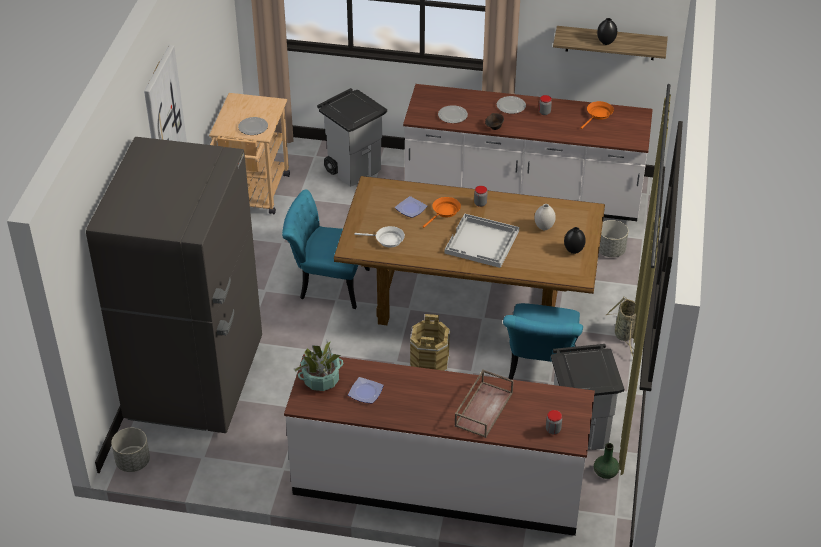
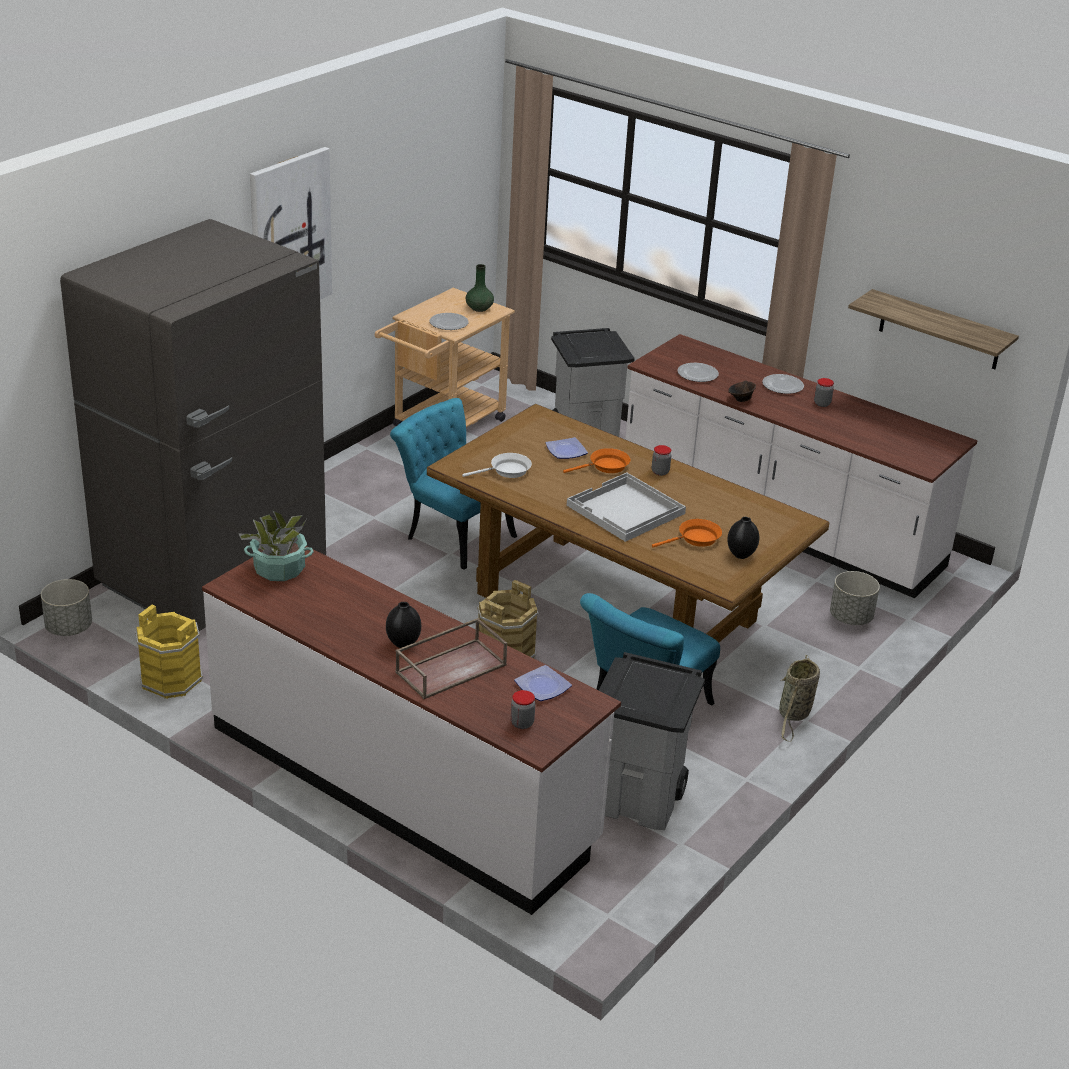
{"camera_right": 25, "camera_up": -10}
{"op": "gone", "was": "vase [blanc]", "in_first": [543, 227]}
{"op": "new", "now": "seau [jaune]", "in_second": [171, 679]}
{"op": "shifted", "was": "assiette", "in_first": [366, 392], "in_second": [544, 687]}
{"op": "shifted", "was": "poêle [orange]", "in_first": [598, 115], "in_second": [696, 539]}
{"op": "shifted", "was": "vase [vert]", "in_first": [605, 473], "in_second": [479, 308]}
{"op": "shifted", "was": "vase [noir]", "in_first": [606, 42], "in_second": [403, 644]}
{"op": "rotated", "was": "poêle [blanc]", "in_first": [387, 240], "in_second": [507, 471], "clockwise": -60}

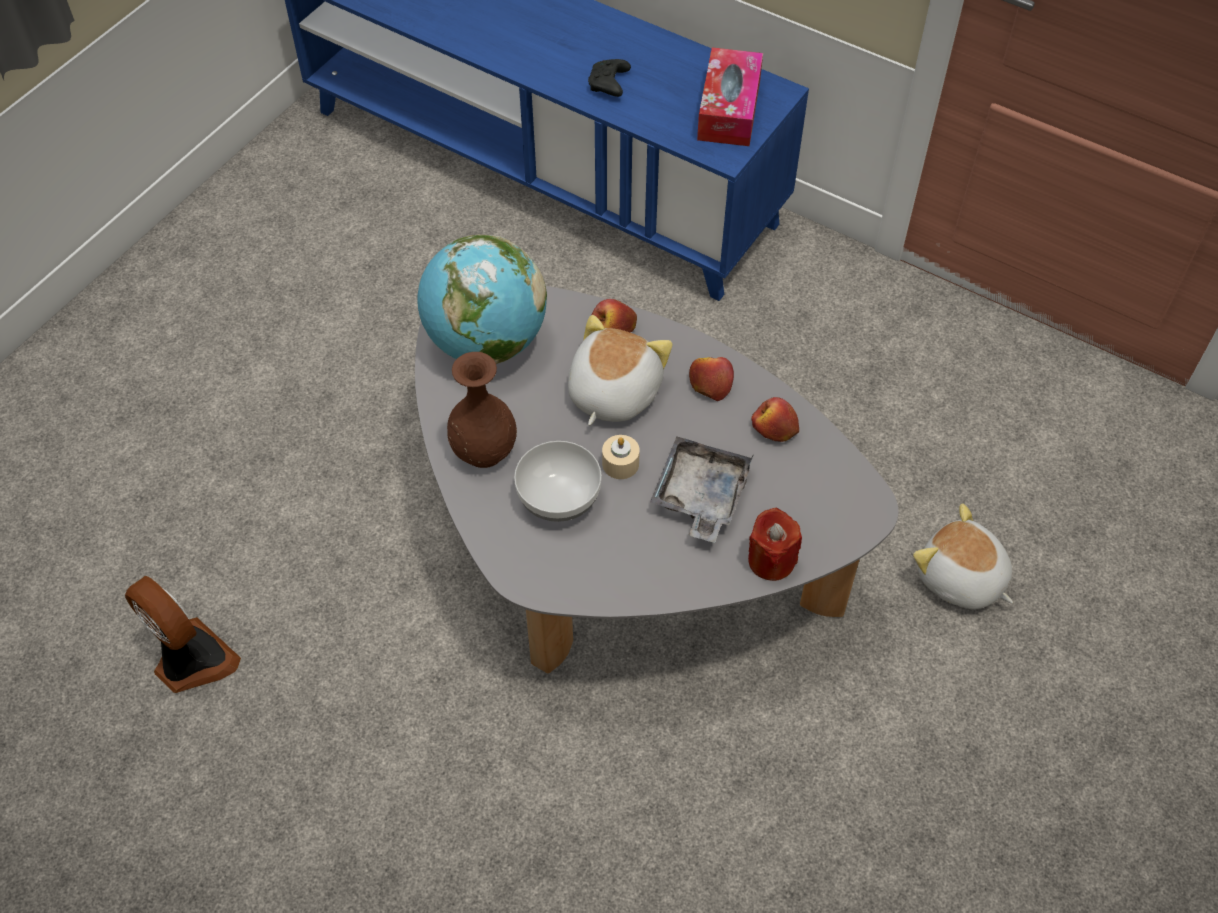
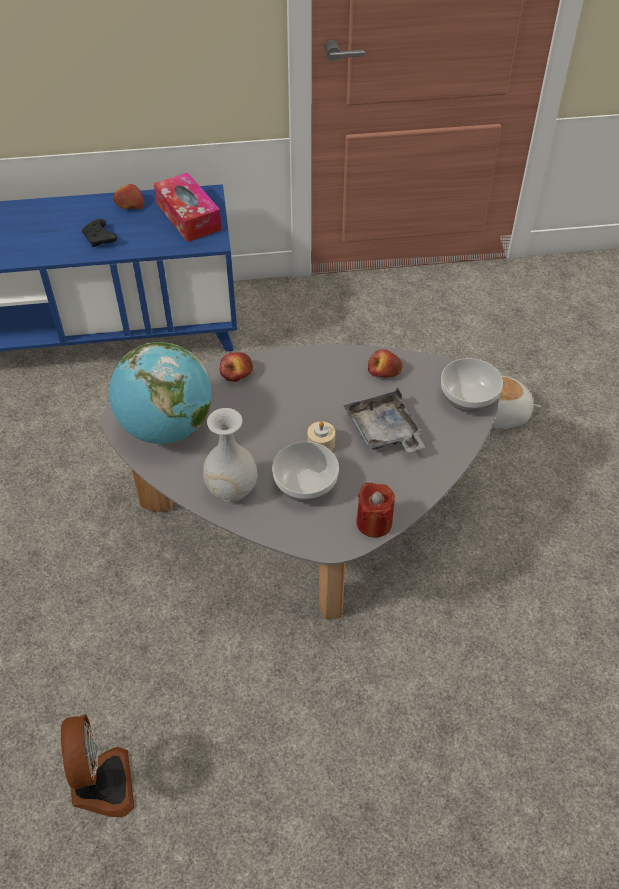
{"camera_right": -40, "camera_up": -5}
{"op": "gone", "was": "peluche", "in_first": [612, 392]}
{"op": "new", "now": "bol", "in_second": [468, 399]}
{"op": "shifted", "was": "pomme", "in_first": [710, 382], "in_second": [129, 204]}
{"op": "shifted", "was": "bougie [rouge]", "in_first": [771, 560], "in_second": [374, 522]}
{"op": "repainted", "was": "vase [marron]", "now": "vase [blanc]", "in_first": [484, 450], "in_second": [231, 488]}
{"op": "rotated", "was": "ventilateur", "in_first": [191, 661], "in_second": [101, 785], "clockwise": 75}

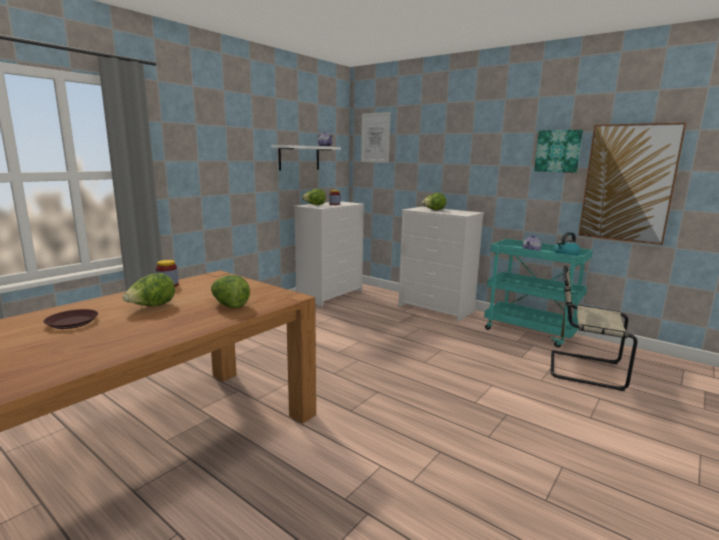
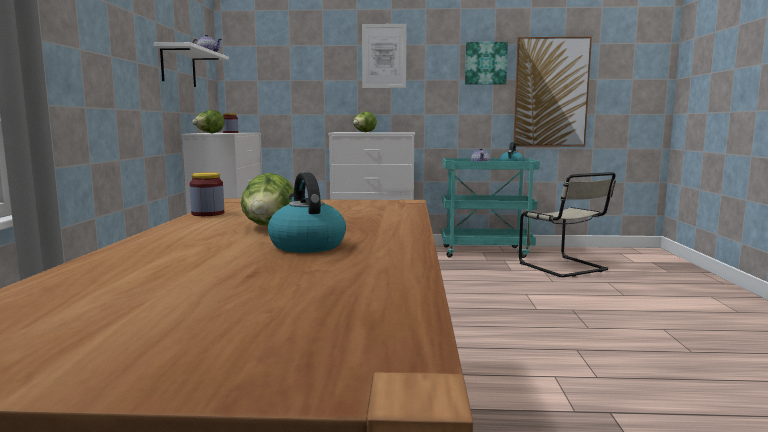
{"camera_right": -35, "camera_up": -5}
{"op": "gone", "was": "assiette [marron]", "in_first": [73, 322]}
{"op": "gone", "was": "laitue", "in_first": [230, 306]}
{"op": "new", "now": "bouilloire", "in_second": [306, 245]}
{"op": "shifted", "was": "tableau", "in_first": [375, 137], "in_second": [384, 56]}
{"op": "rotated", "was": "chaise [beige]", "in_first": [582, 369], "in_second": [565, 267], "clockwise": -105}

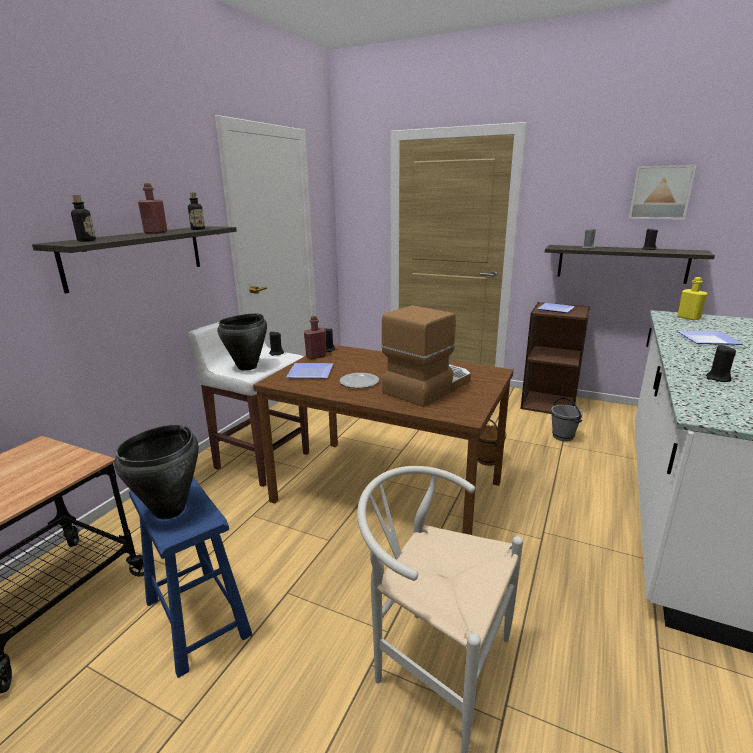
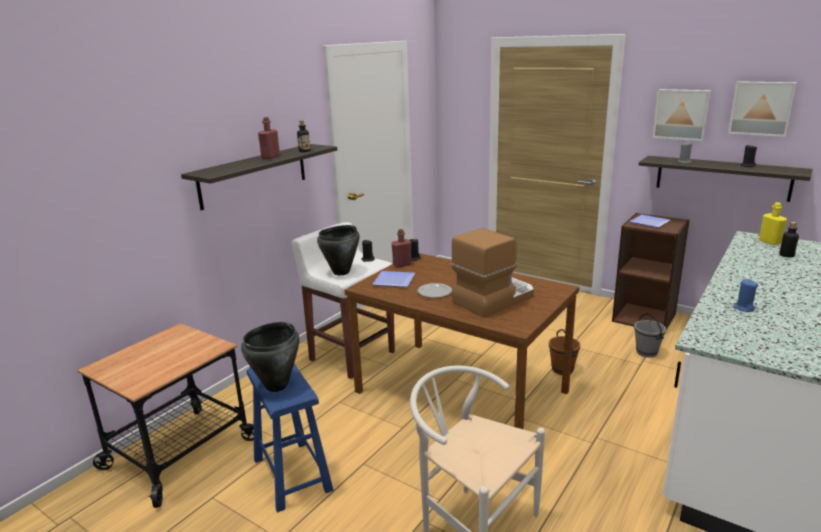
{"camera_right": 10, "camera_up": 0}
{"op": "gone", "was": "assiette", "in_first": [710, 340]}
{"op": "new", "now": "tableau", "in_second": [681, 114]}
{"op": "shifted", "was": "bouteille", "in_first": [86, 240], "in_second": [786, 255]}
{"op": "repainted", "was": "bougie [noir]", "now": "bougie [bleu]", "in_first": [718, 378], "in_second": [743, 308]}

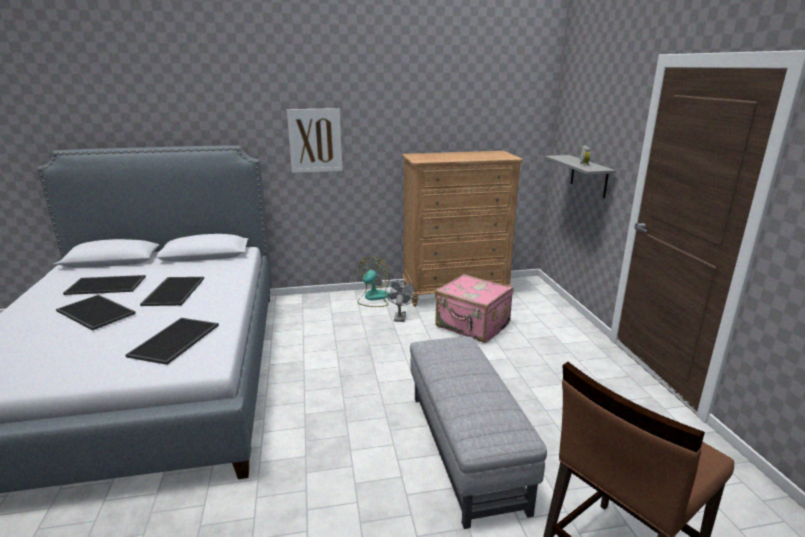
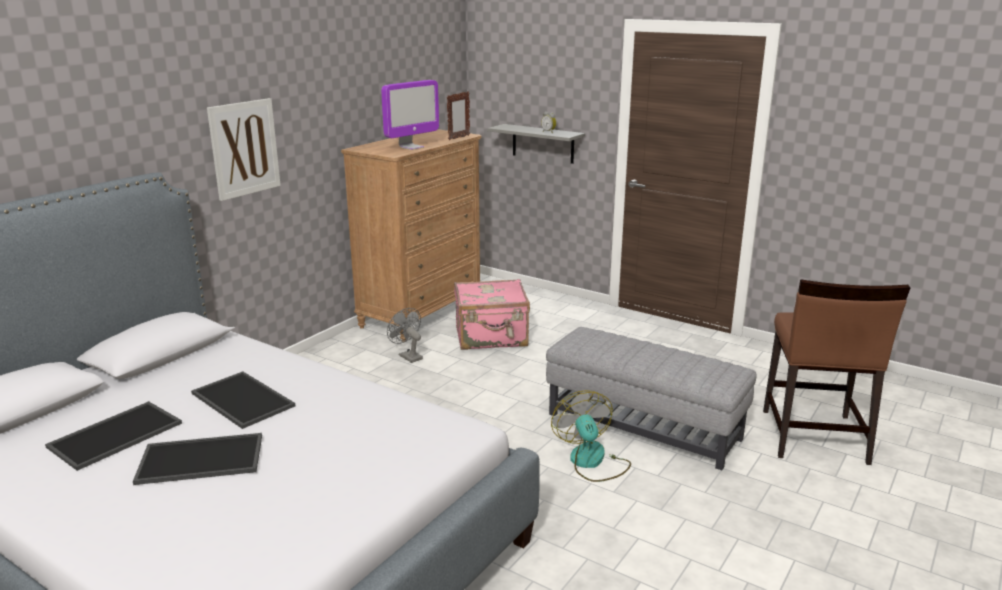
{"camera_right": -45, "camera_up": 0}
{"op": "gone", "was": "plateau", "in_first": [175, 341]}
{"op": "new", "now": "écran d'ordinateur", "in_second": [411, 147]}
{"op": "new", "now": "cadre photo", "in_second": [458, 138]}
{"op": "shifted", "was": "ventilateur", "in_first": [373, 298], "in_second": [592, 462]}

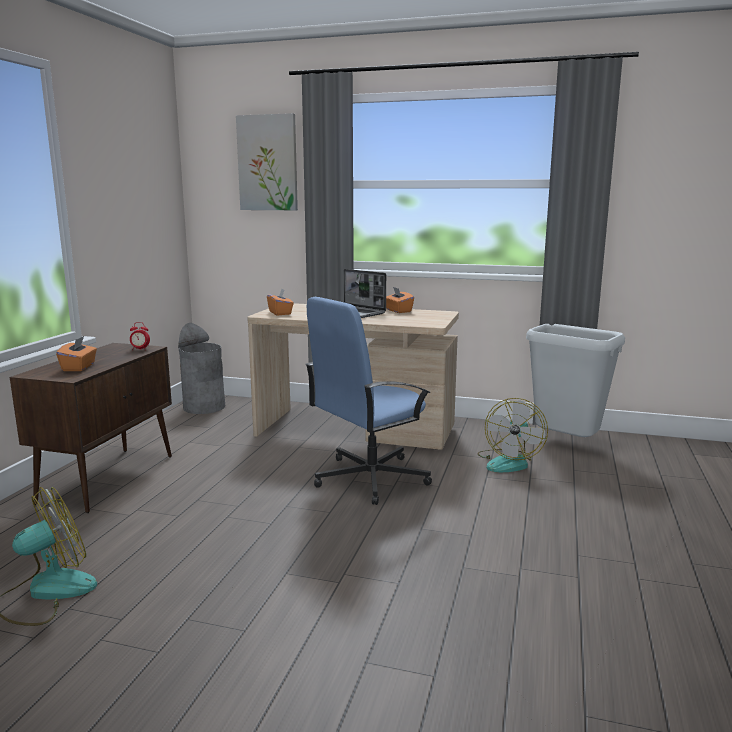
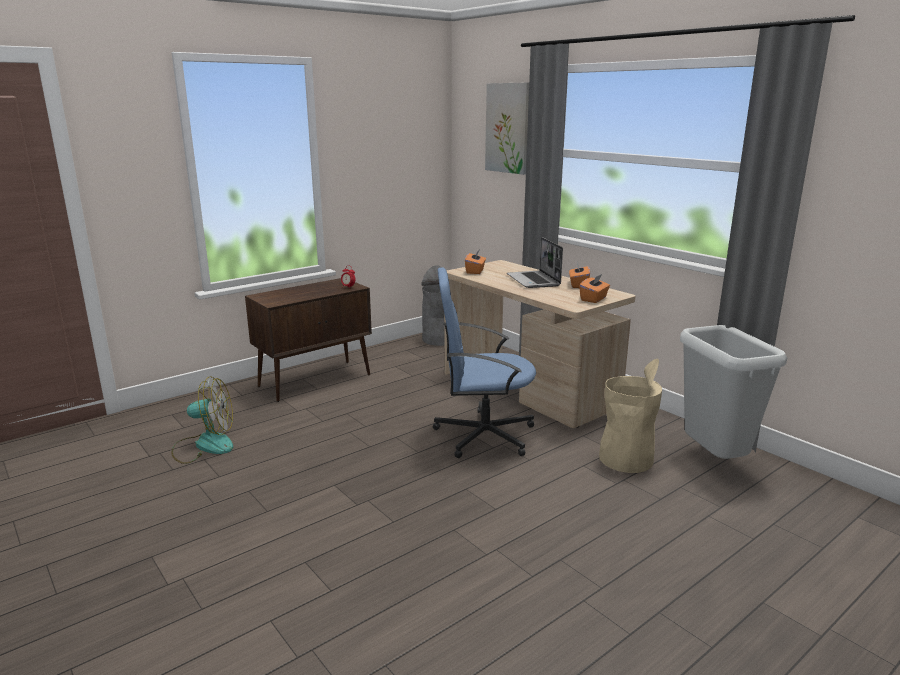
{"camera_right": 35, "camera_up": 5}
{"op": "shifted", "was": "boîte à mouchoirs [orange]", "in_first": [79, 367], "in_second": [594, 299]}
{"op": "swapped", "was": "ventilateur", "now": "poubelle [beige]", "in_first": [509, 462], "in_second": [626, 459]}

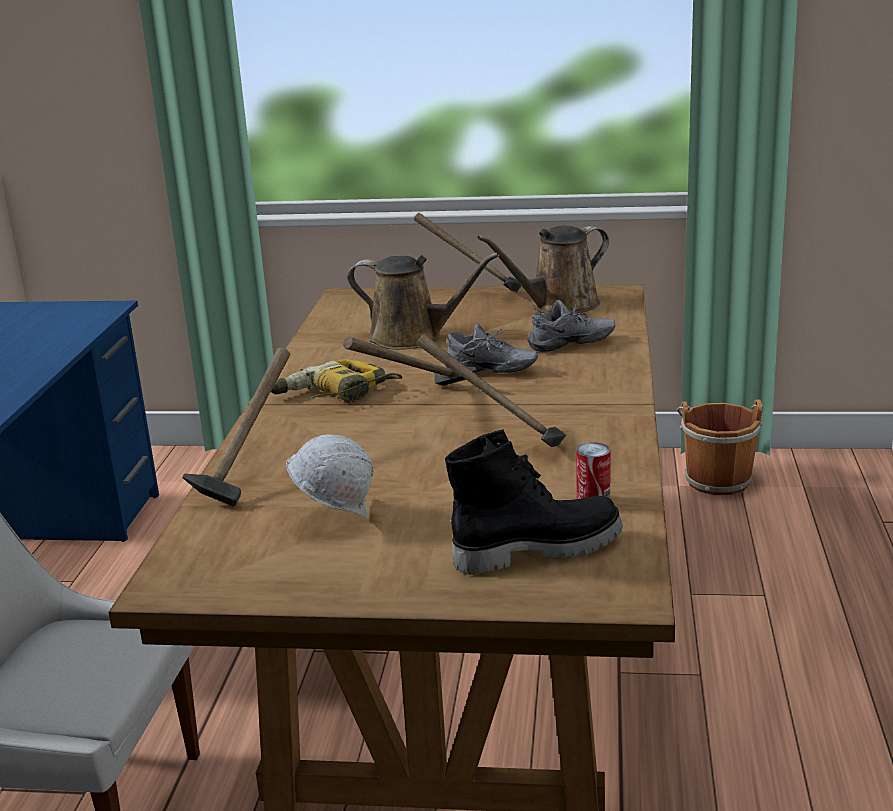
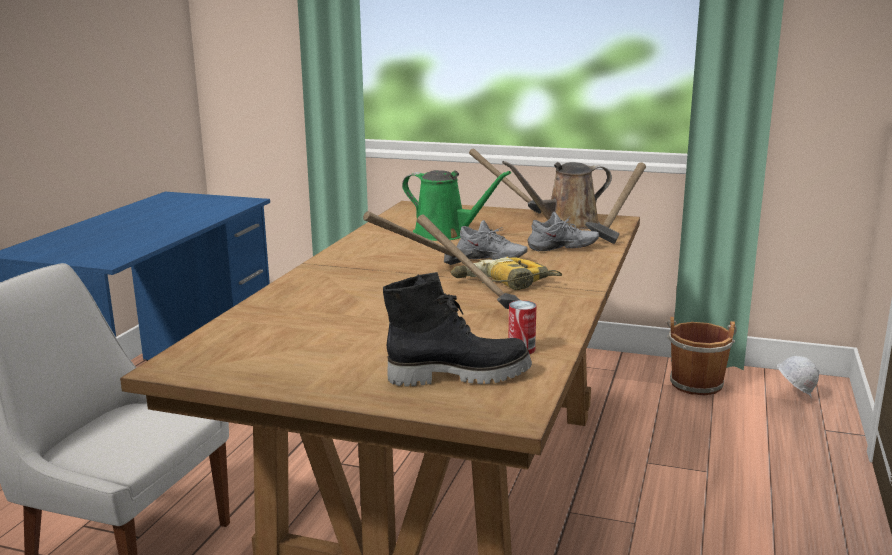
{"camera_right": 10, "camera_up": -5}
{"op": "shifted", "was": "marteau", "in_first": [248, 476], "in_second": [617, 233]}
{"op": "shifted", "was": "perceuse", "in_first": [334, 395], "in_second": [504, 284]}
{"op": "shifted", "was": "casque de chantier [blanc]", "in_first": [334, 518], "in_second": [793, 397]}
{"op": "repainted", "was": "arrosoir [marron]", "now": "arrosoir [vert]", "in_first": [412, 337], "in_second": [445, 234]}

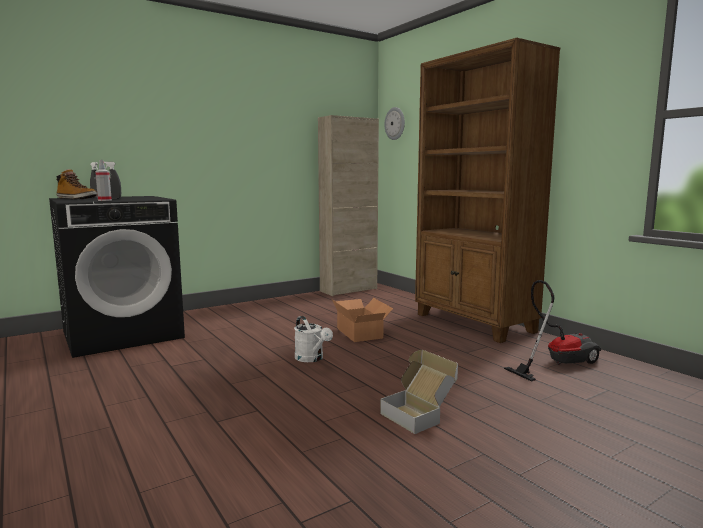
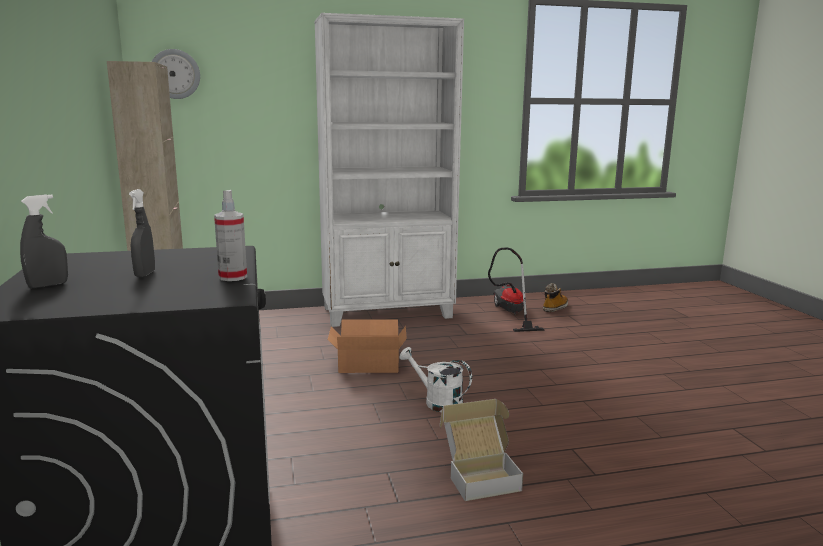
{"camera_right": -70, "camera_up": 5}
{"op": "shifted", "was": "botte", "in_first": [76, 199], "in_second": [555, 308]}
{"op": "shifted", "was": "carton", "in_first": [419, 415], "in_second": [479, 475]}
{"op": "repainted", "was": "bibliothèque [marron]", "now": "bibliothèque [blanc]", "in_first": [474, 323], "in_second": [388, 313]}
{"op": "rotated", "was": "arrosoir [blanc]", "in_first": [312, 359], "in_second": [437, 402], "clockwise": -135}

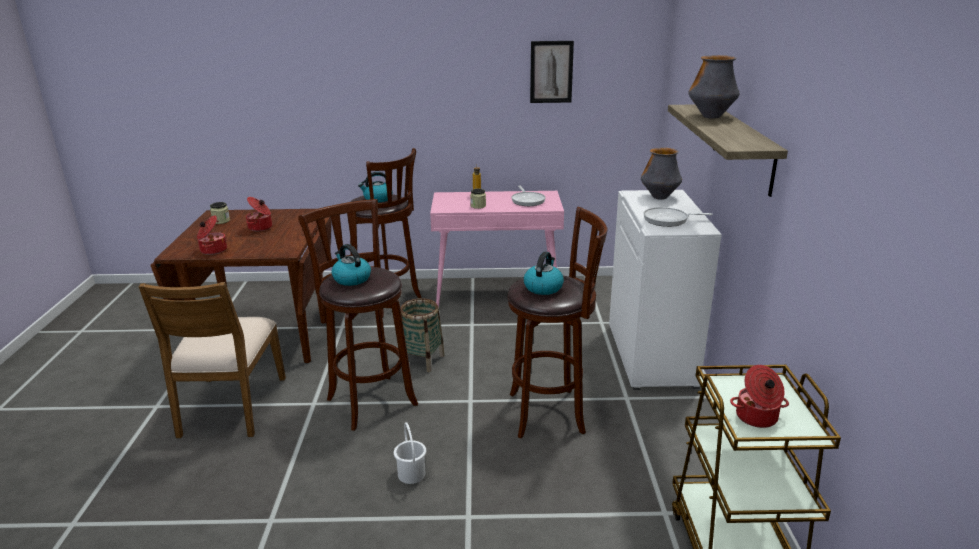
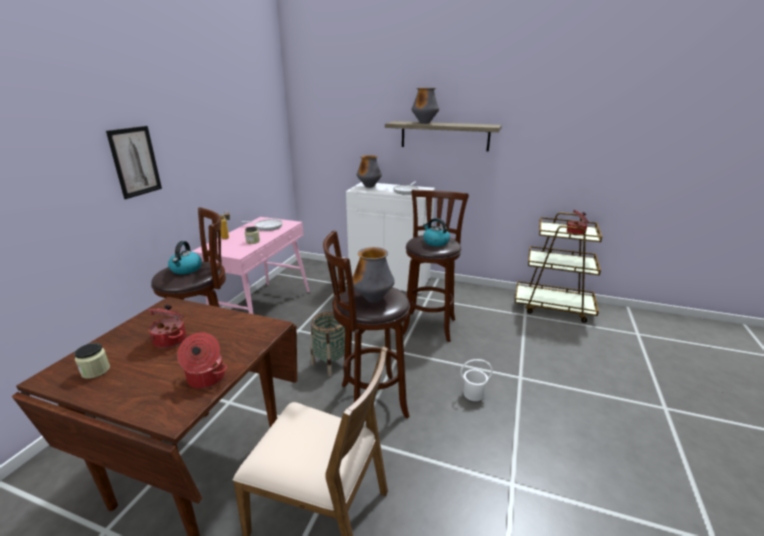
{"camera_right": -70, "camera_up": 0}
{"op": "shifted", "was": "tableau", "in_first": [551, 72], "in_second": [135, 161]}
{"op": "swapped", "was": "bouilloire", "now": "vase", "in_first": [351, 279], "in_second": [373, 299]}

